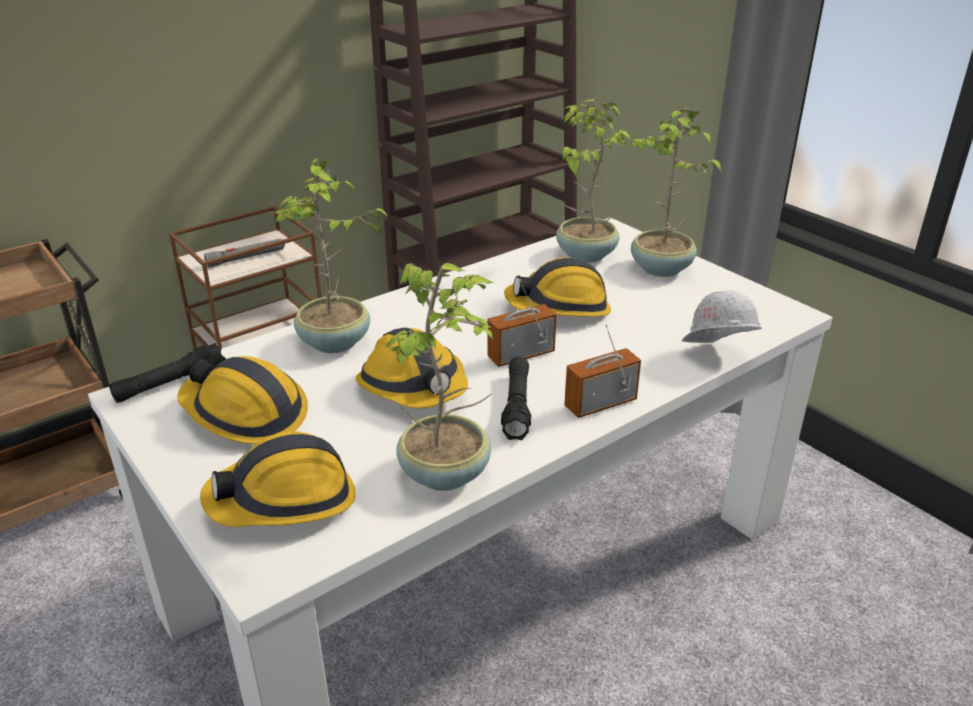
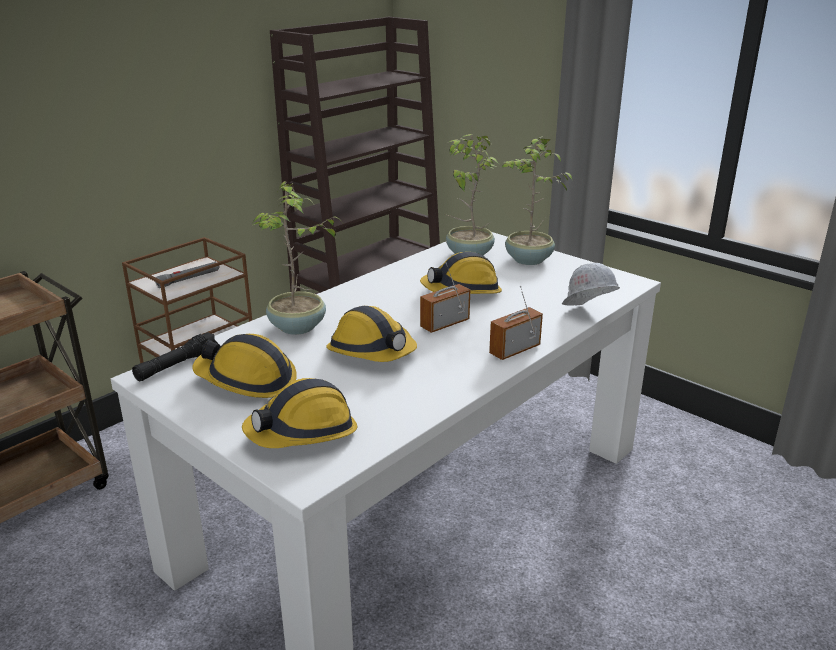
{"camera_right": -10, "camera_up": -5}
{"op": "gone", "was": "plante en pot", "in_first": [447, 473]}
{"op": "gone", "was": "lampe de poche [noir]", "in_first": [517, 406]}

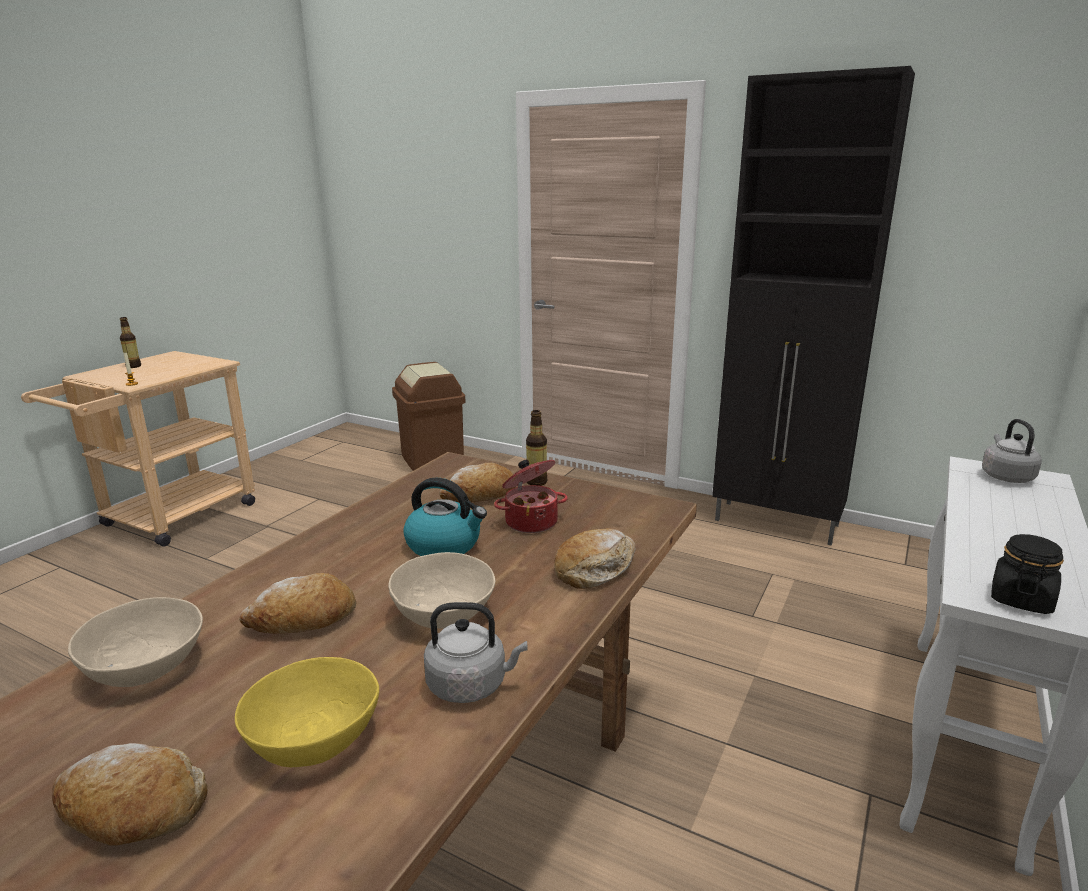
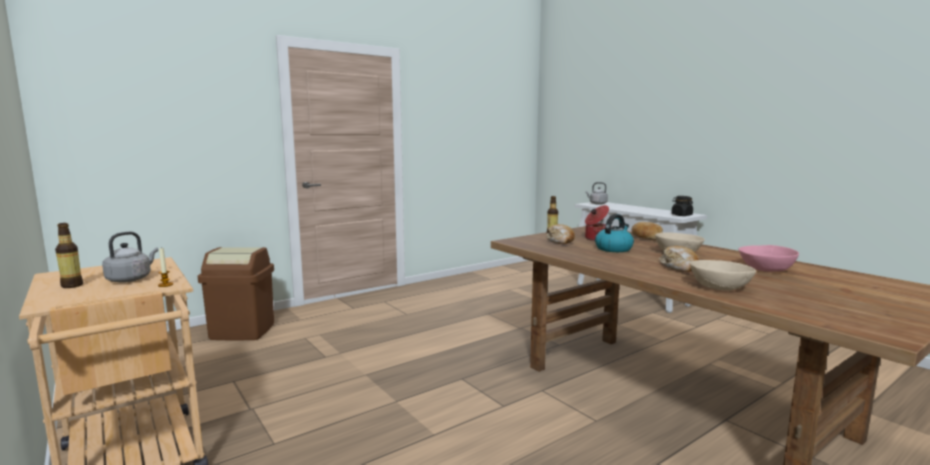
{"camera_right": -65, "camera_up": -10}
{"op": "gone", "was": "pain", "in_first": [132, 809]}
{"op": "gone", "was": "meuble de rangement [noir]", "in_first": [778, 523]}
{"op": "shifted", "was": "bouilloire [gris]", "in_first": [471, 685], "in_second": [131, 279]}
{"op": "repainted", "was": "bol [jaune]", "now": "bol [rose]", "in_first": [313, 739], "in_second": [766, 269]}

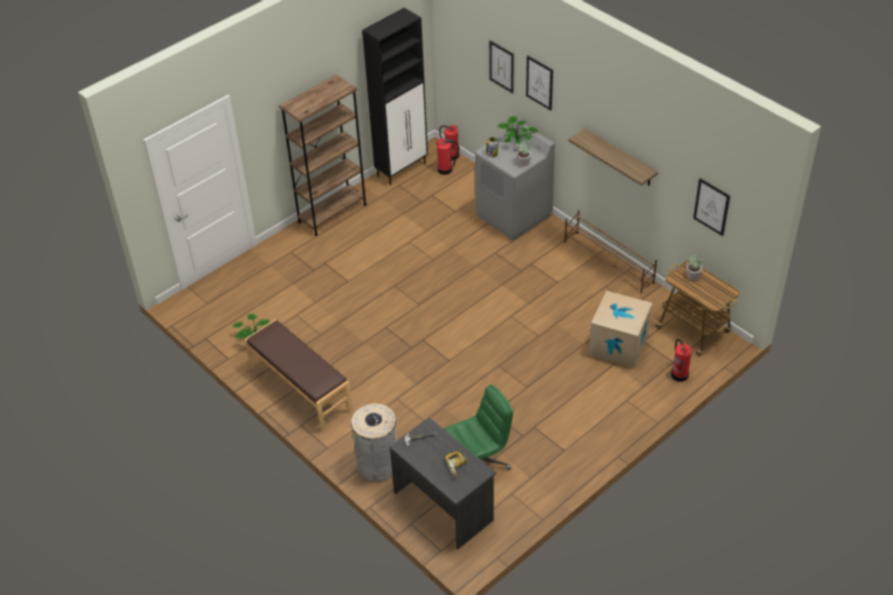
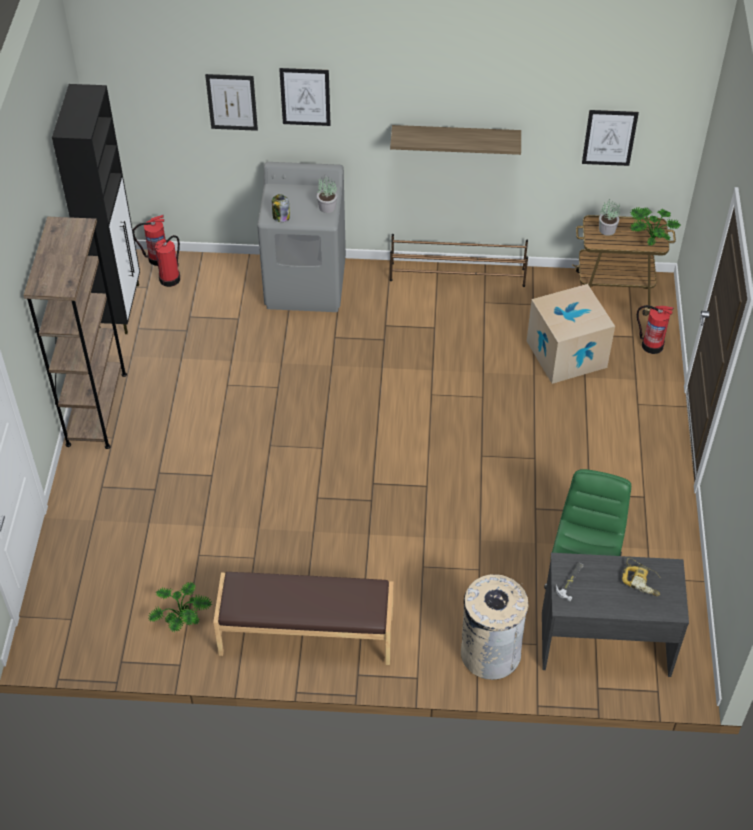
{"camera_right": -45, "camera_up": 5}
{"op": "shifted", "was": "plante en pot", "in_first": [517, 142], "in_second": [649, 238]}

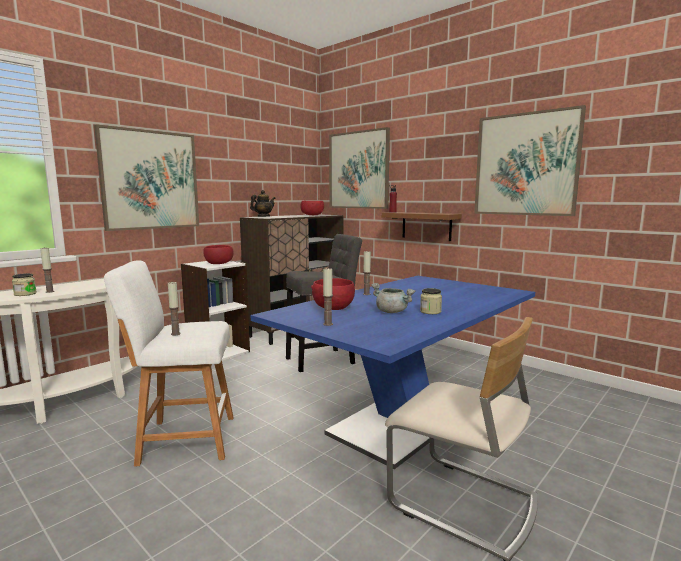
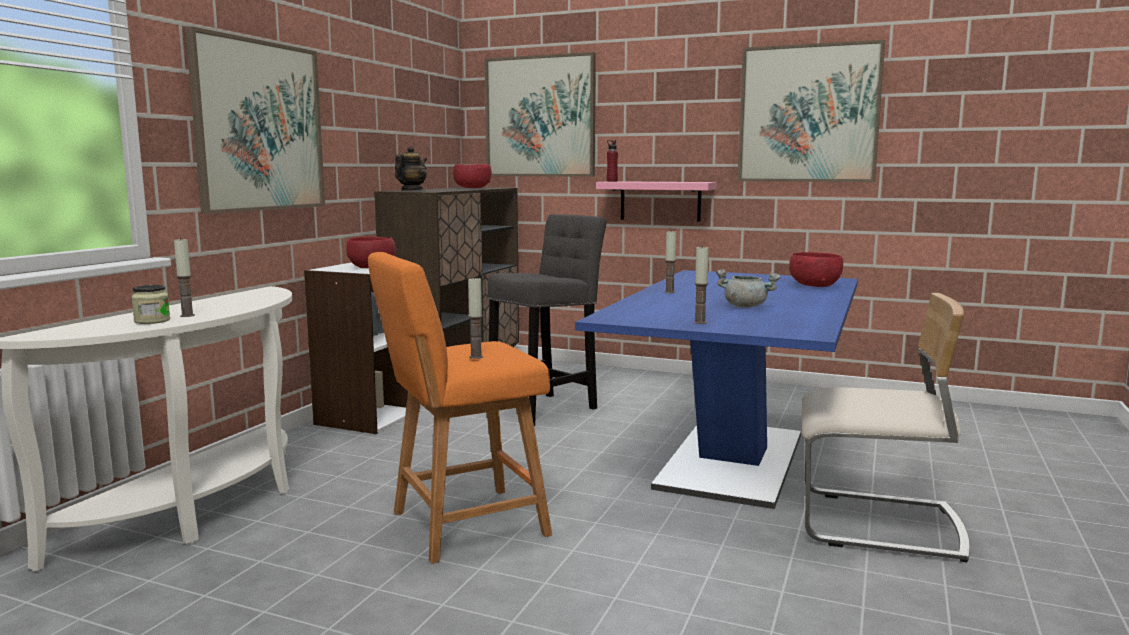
{"camera_right": -20, "camera_up": 0}
{"op": "gone", "was": "bocal", "in_first": [430, 311]}
{"op": "shifted", "was": "bol [rouge]", "in_first": [333, 308], "in_second": [814, 286]}
{"op": "repainted", "was": "tabouret [blanc]", "now": "tabouret [orange]", "in_first": [182, 440], "in_second": [461, 525]}
{"op": "repainted", "was": "étagère [marron]", "now": "étagère [rose]", "in_first": [426, 226], "in_second": [660, 201]}

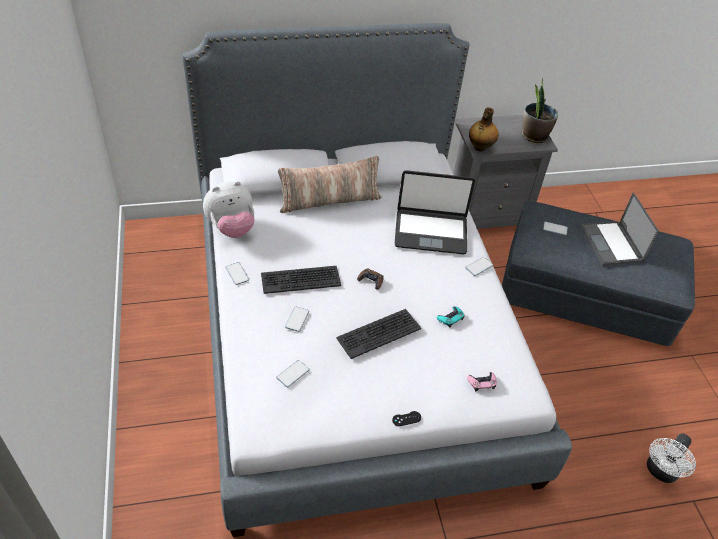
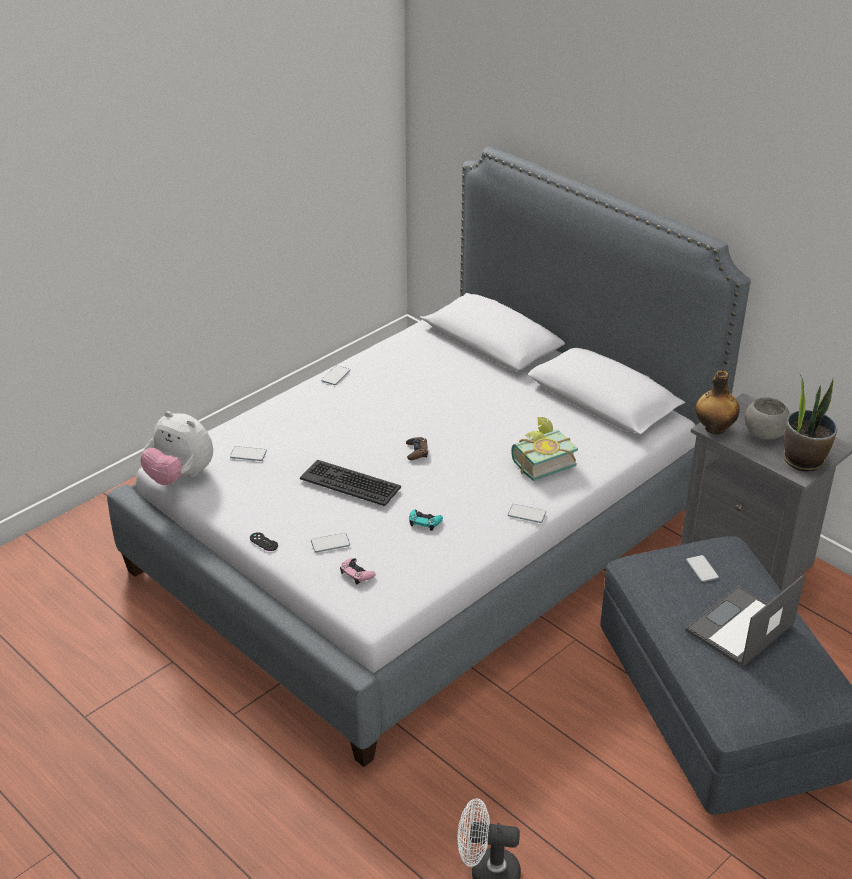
{"camera_right": 60, "camera_up": -10}
{"op": "gone", "was": "clavier", "in_first": [300, 279]}
{"op": "gone", "was": "coussin", "in_first": [329, 200]}
{"op": "new", "now": "bol [gris]", "in_second": [764, 434]}
{"op": "shifted", "was": "peluche", "in_first": [231, 228], "in_second": [180, 476]}
{"op": "shifted", "was": "téléphone", "in_first": [297, 319], "in_second": [330, 543]}
{"op": "swapped", "was": "ordinateur portable", "now": "livre", "in_first": [430, 232], "in_second": [540, 461]}

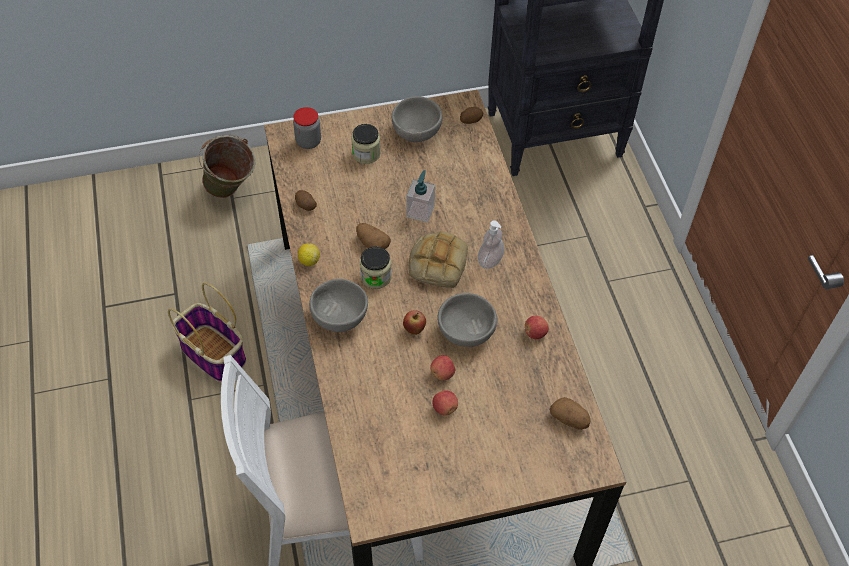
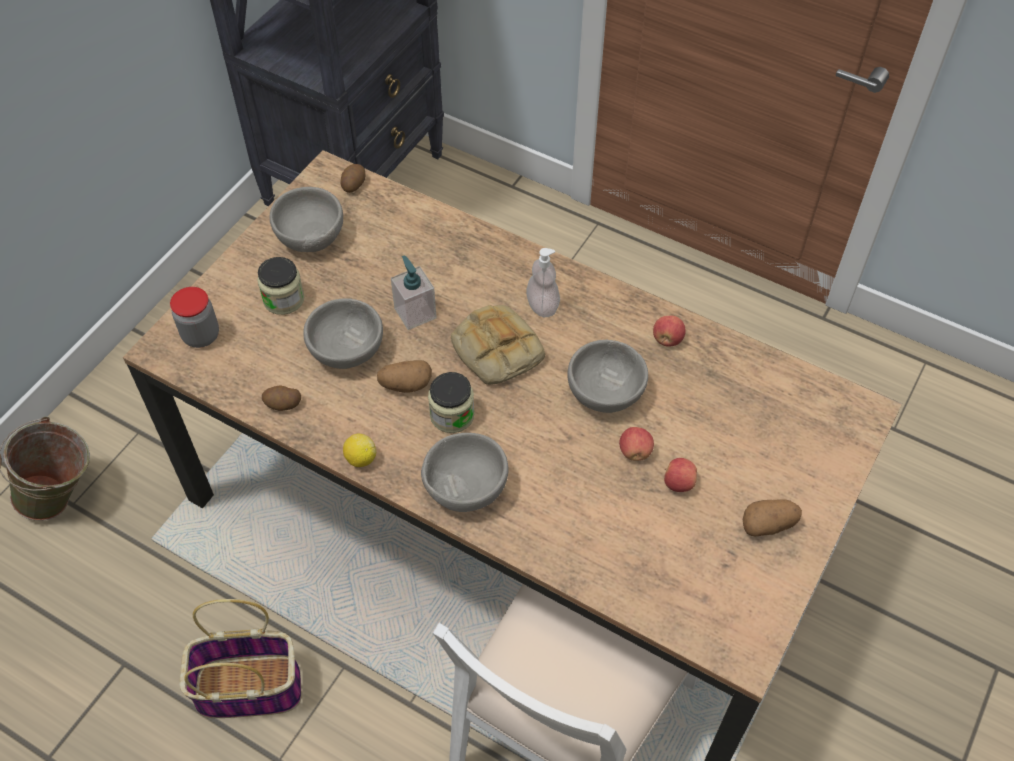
{"camera_right": -45, "camera_up": 0}
{"op": "gone", "was": "pomme", "in_first": [414, 329]}
{"op": "new", "now": "bol [gris]", "in_second": [345, 349]}
{"op": "shifted", "was": "pomme de terre", "in_first": [569, 419], "in_second": [768, 525]}

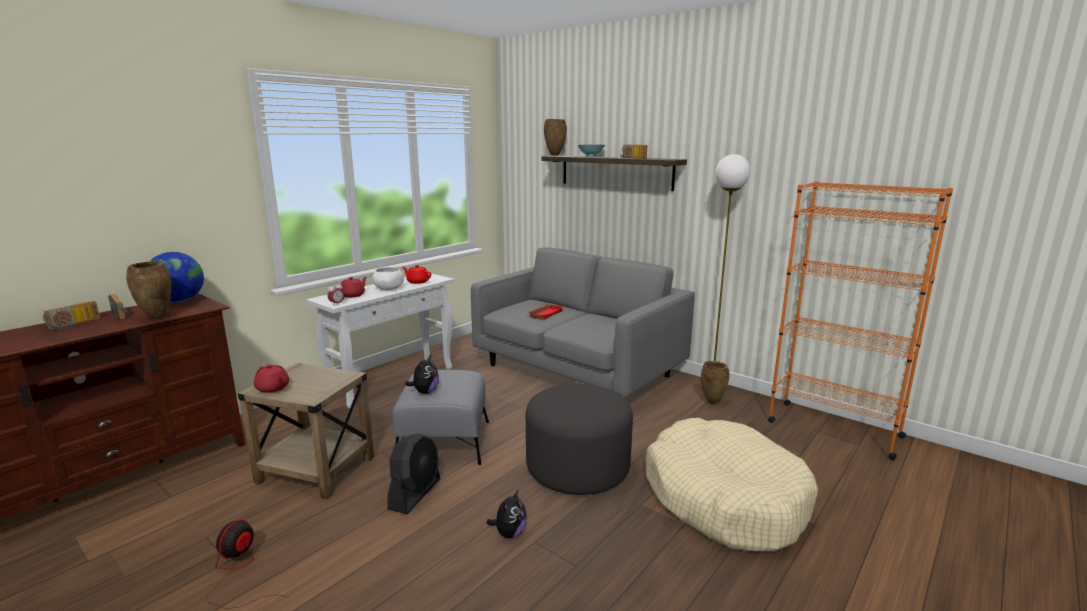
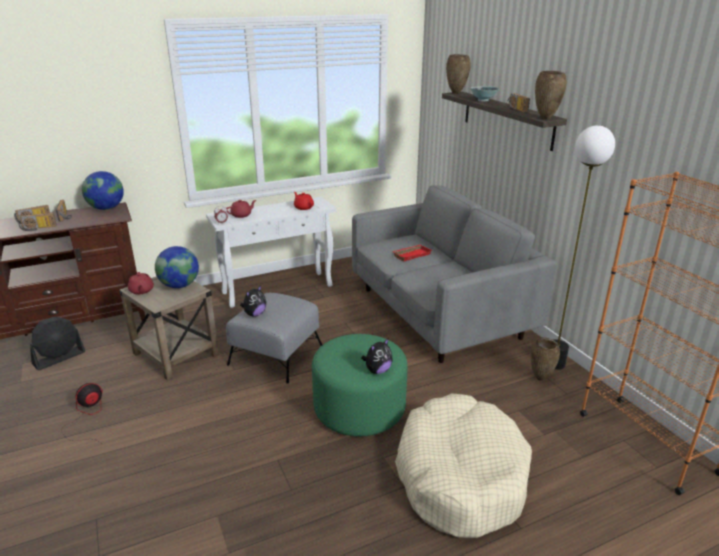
{"camera_right": 25, "camera_up": 10}
{"op": "gone", "was": "bol [blanc]", "in_first": [389, 288]}
{"op": "new", "now": "radio", "in_second": [38, 228]}
{"op": "new", "now": "globe", "in_second": [179, 285]}
{"op": "shifted", "was": "vase [marron]", "in_first": [157, 318], "in_second": [546, 118]}
{"op": "shifted", "was": "ventilateur [noir]", "in_first": [415, 493], "in_second": [59, 358]}
{"op": "shifted", "was": "peluche", "in_first": [509, 533], "in_second": [377, 370]}
{"op": "repainted", "was": "pouf [gris]", "now": "pouf [vert]", "in_first": [577, 468], "in_second": [359, 409]}

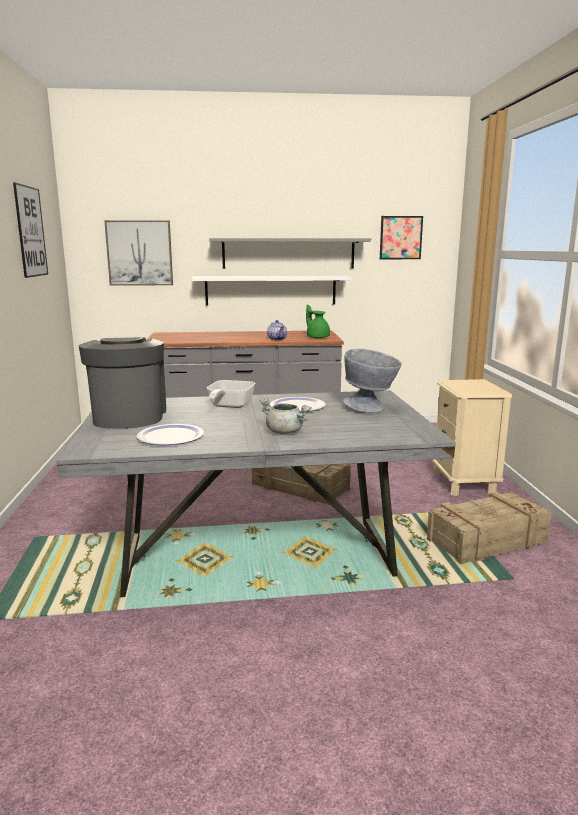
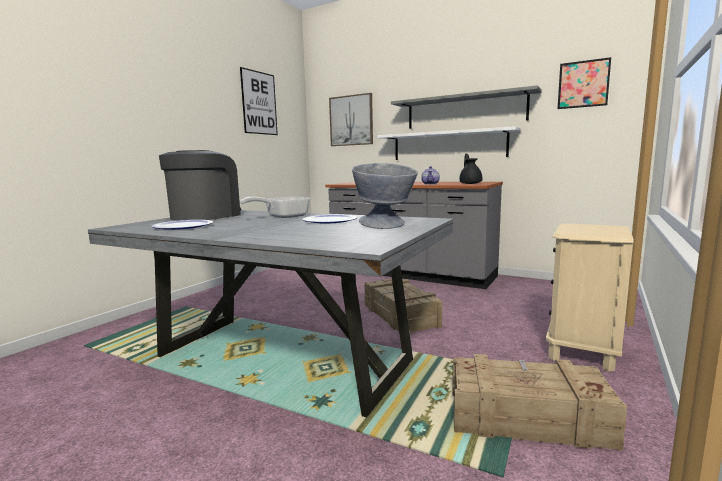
{"camera_right": 35, "camera_up": -5}
{"op": "gone", "was": "marmite [gris]", "in_first": [285, 432]}
{"op": "repainted", "was": "théière [vert]", "now": "théière [noir]", "in_first": [317, 337], "in_second": [470, 183]}

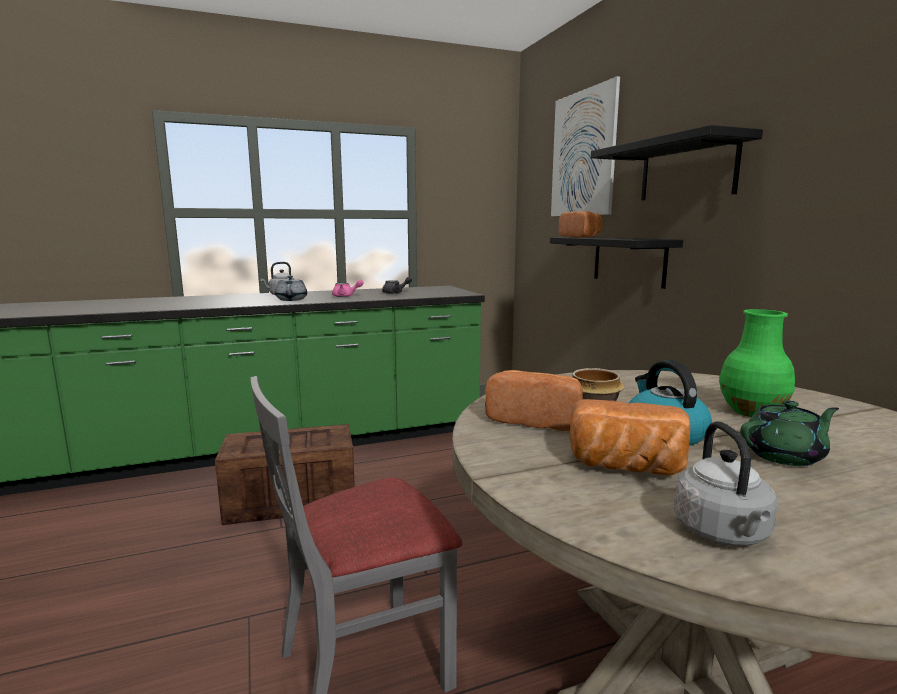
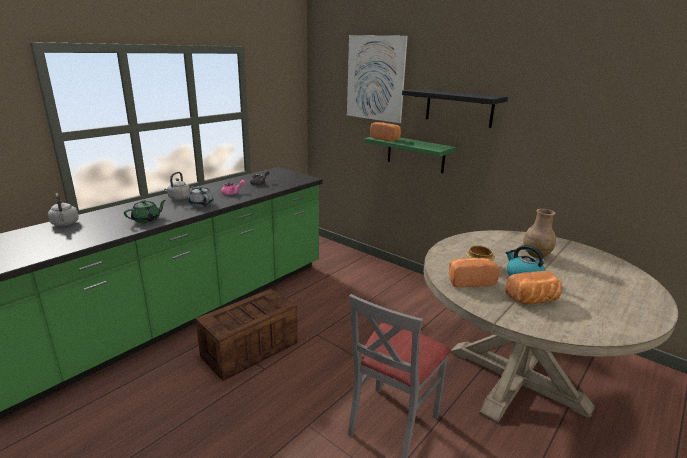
{"camera_right": -30, "camera_up": 10}
{"op": "shifted", "was": "bouilloire [gris]", "in_first": [723, 534], "in_second": [65, 224]}
{"op": "shifted", "was": "théière [vert]", "in_first": [785, 456], "in_second": [147, 219]}
{"op": "repainted", "was": "étagère [noir]", "now": "étagère [vert]", "in_first": [628, 260], "in_second": [415, 153]}
{"op": "repainted", "was": "vase [vert]", "now": "vase [marron]", "in_first": [752, 412], "in_second": [536, 254]}

